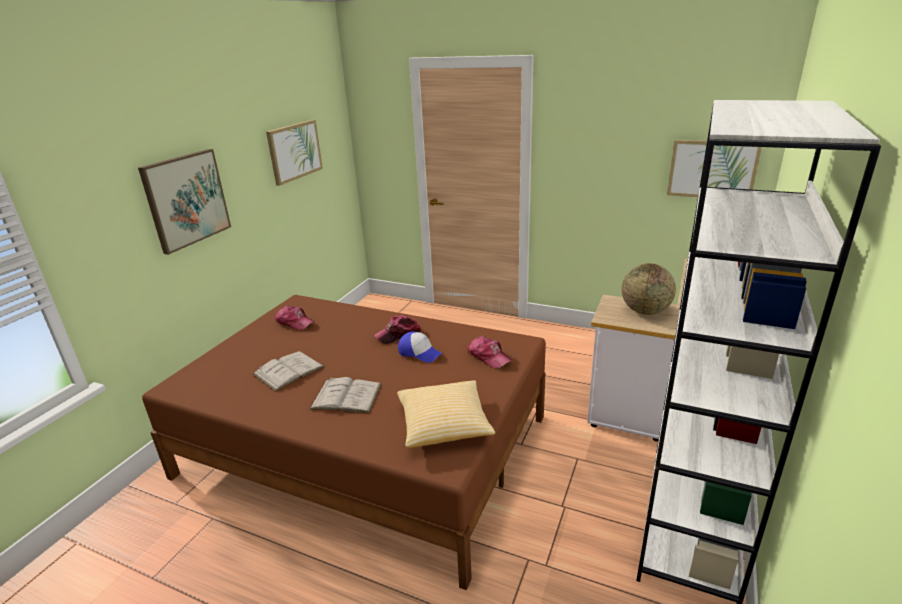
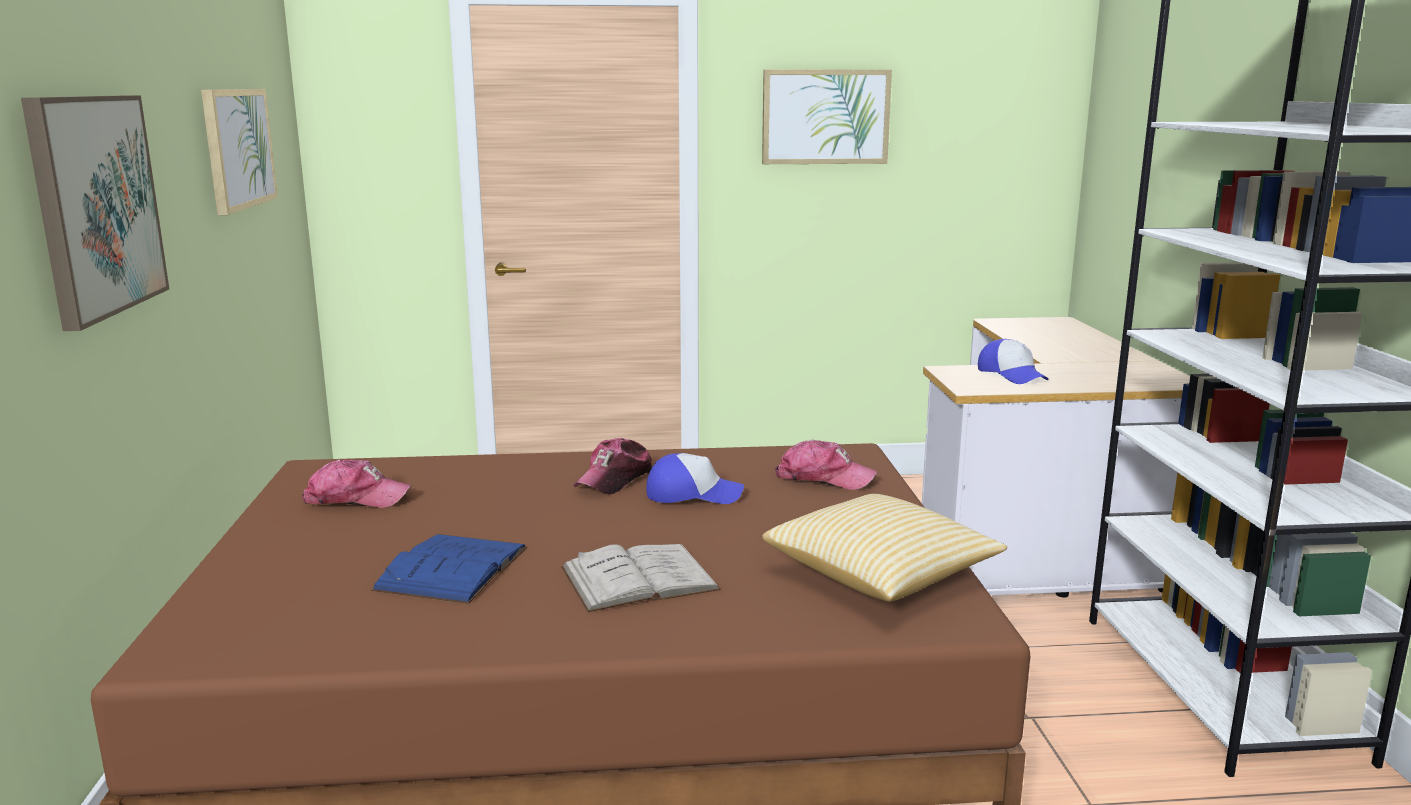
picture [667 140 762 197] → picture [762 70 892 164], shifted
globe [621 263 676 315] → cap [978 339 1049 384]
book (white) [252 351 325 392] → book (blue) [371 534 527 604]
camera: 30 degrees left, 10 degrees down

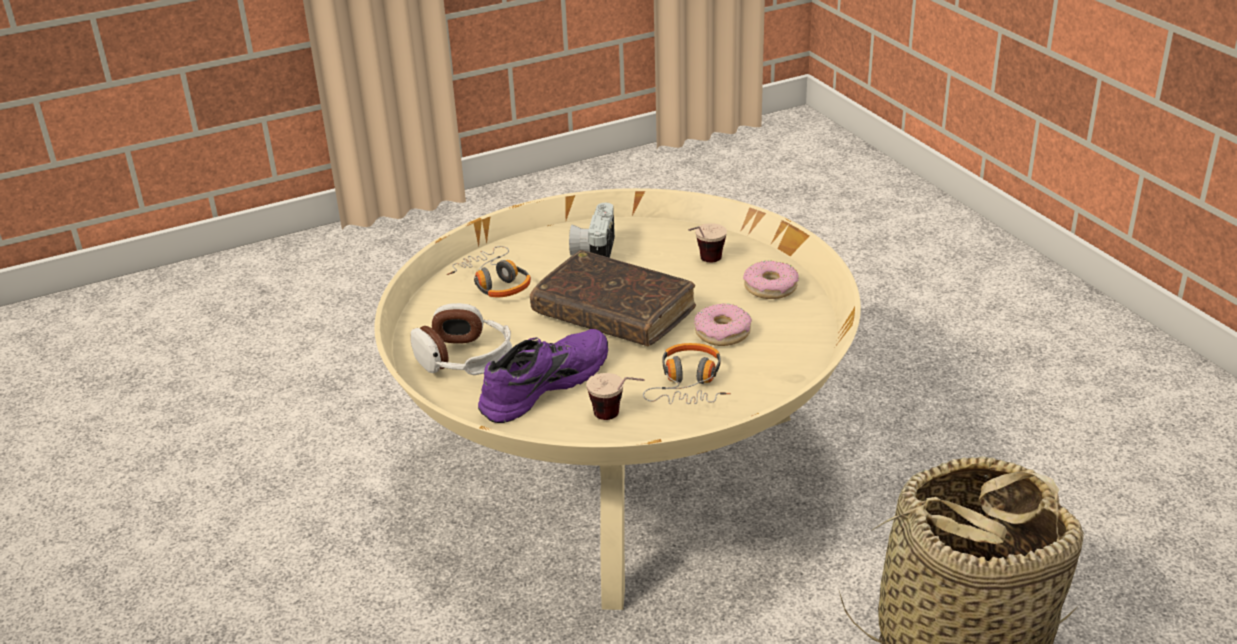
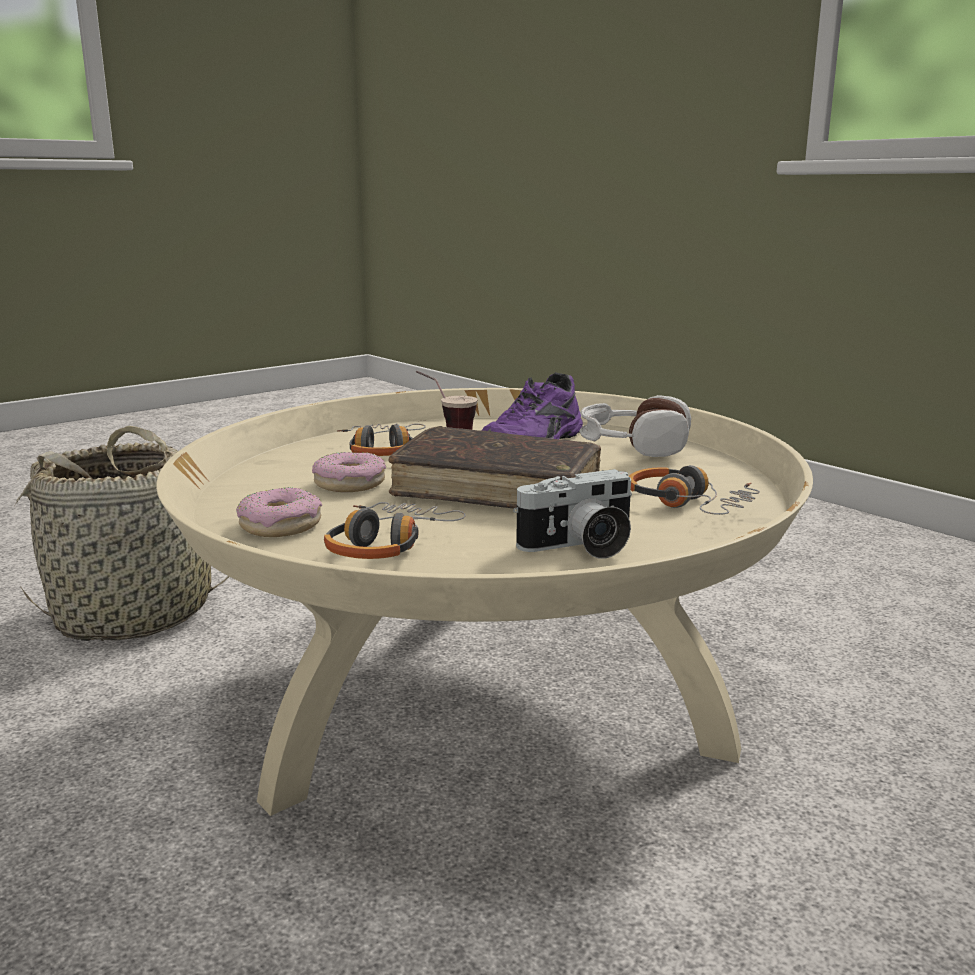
cup [688 223 727 263] → headphones [324 502 466 559]
photo camera [569 203 615 258] → photo camera [513 469 632 559], 75 degrees clockwise
camera: 165 degrees right, 15 degrees down

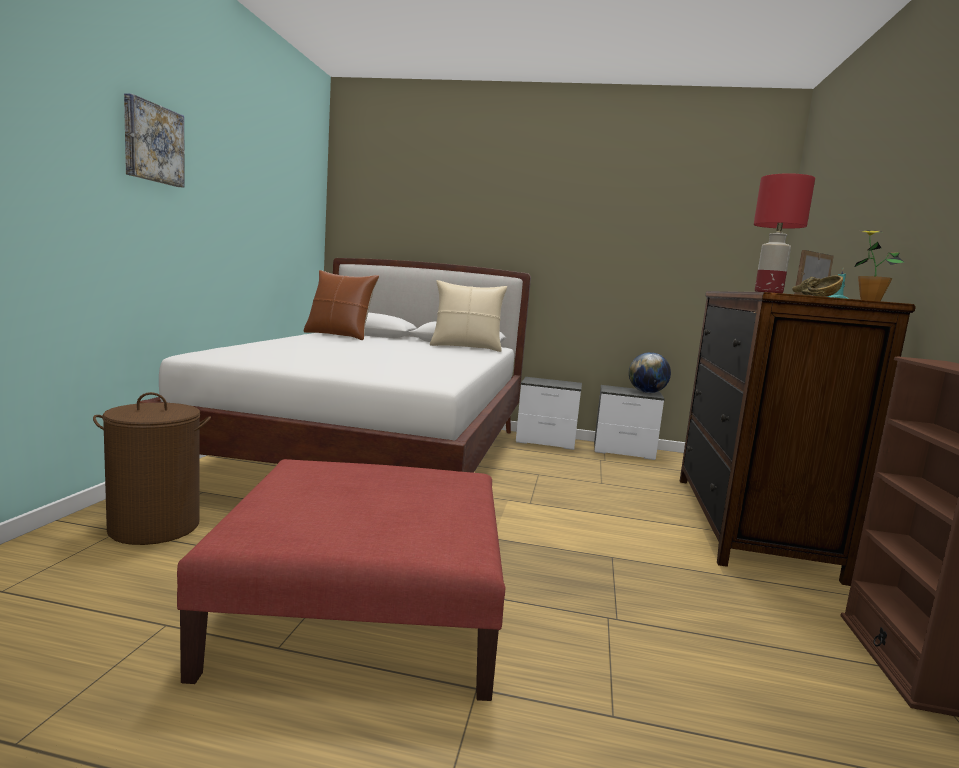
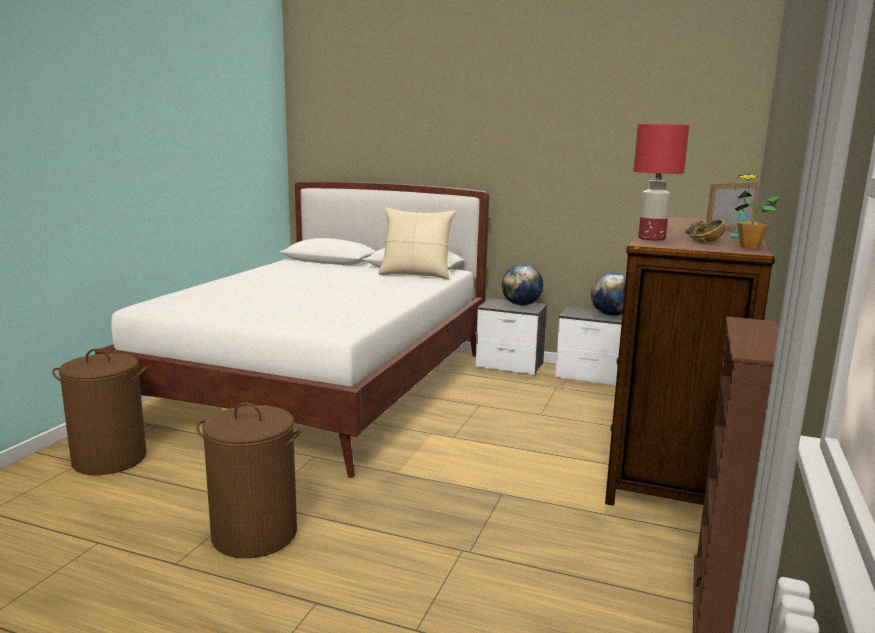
picture [124 93 185 188] → -
pillow (brown) [304 270 379 340] → -
- → globe [502 264 543 306]
ottoman (red) [177 459 505 701] → laundry basket (brown) [196 403 303 558]
camera: 10 degrees right, 5 degrees up

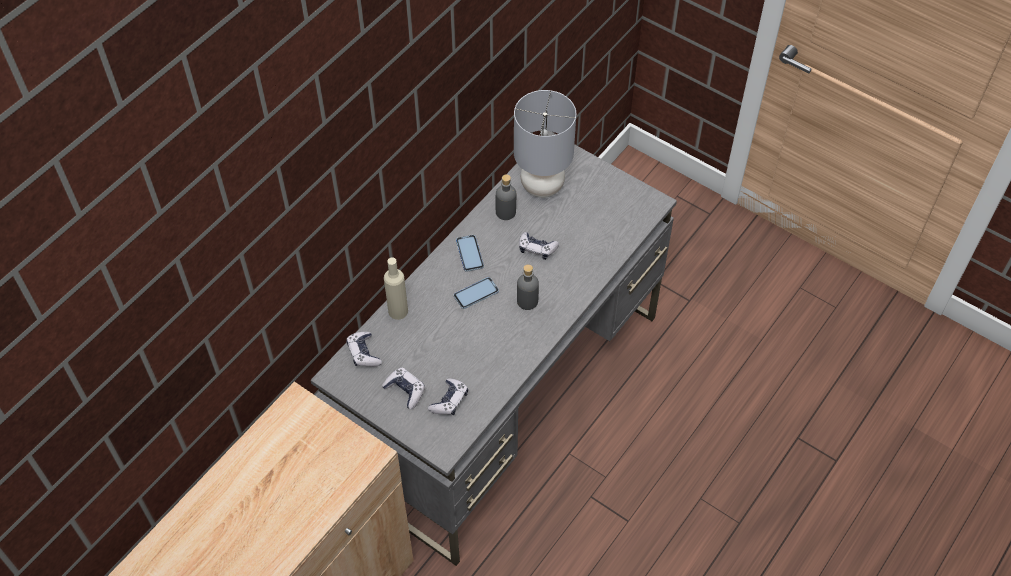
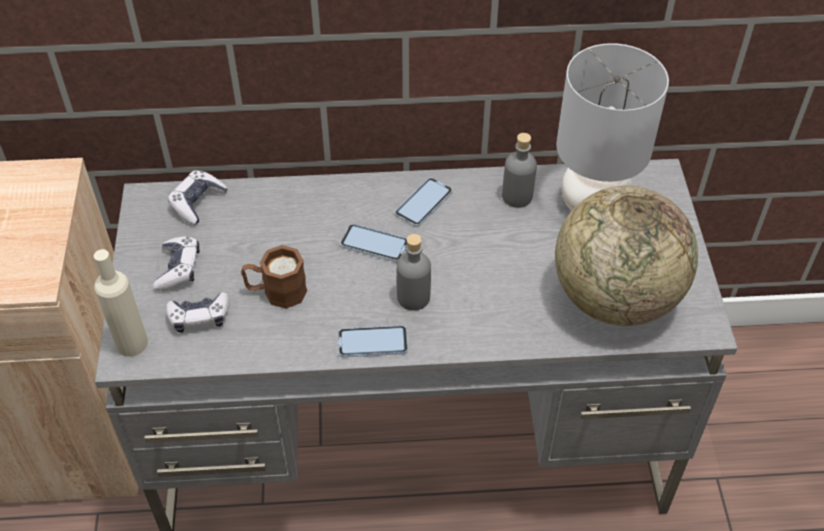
game controller [519 232 559 260] → -
- → mug (brown) [241 245 307 309]
- → phone [338 325 408 357]
- → globe [555 185 698 326]
bottle (beige) [384 258 408 320] → bottle (beige) [94 249 148 357], shifted
camera: 50 degrees right, 5 degrees down

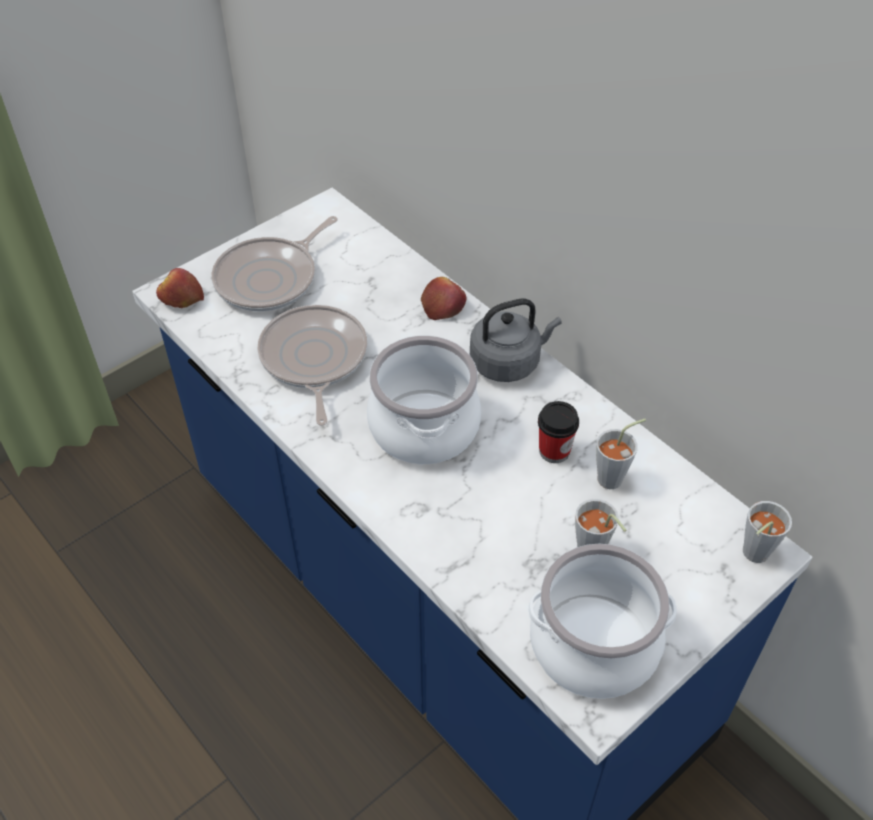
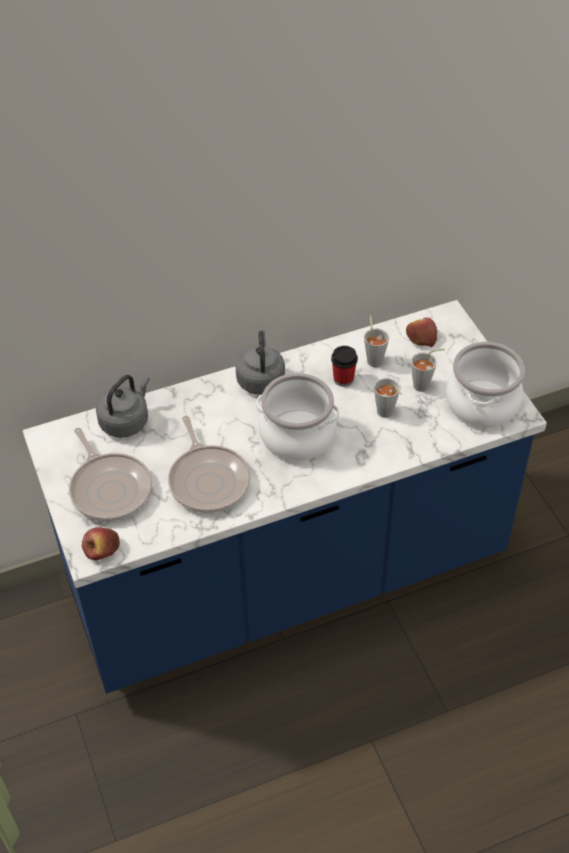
- → kettle (grey) [96 375 150 438]
apple [421 277 467 320] → apple [406 318 437 347], shifted
cup (grey) [743 501 792 563] → cup (grey) [374 378 402 418], shifted
frying pan [257 305 367 426] → frying pan [168 416 251 513], 120 degrees counterclockwise
camera: 70 degrees left, 0 degrees up

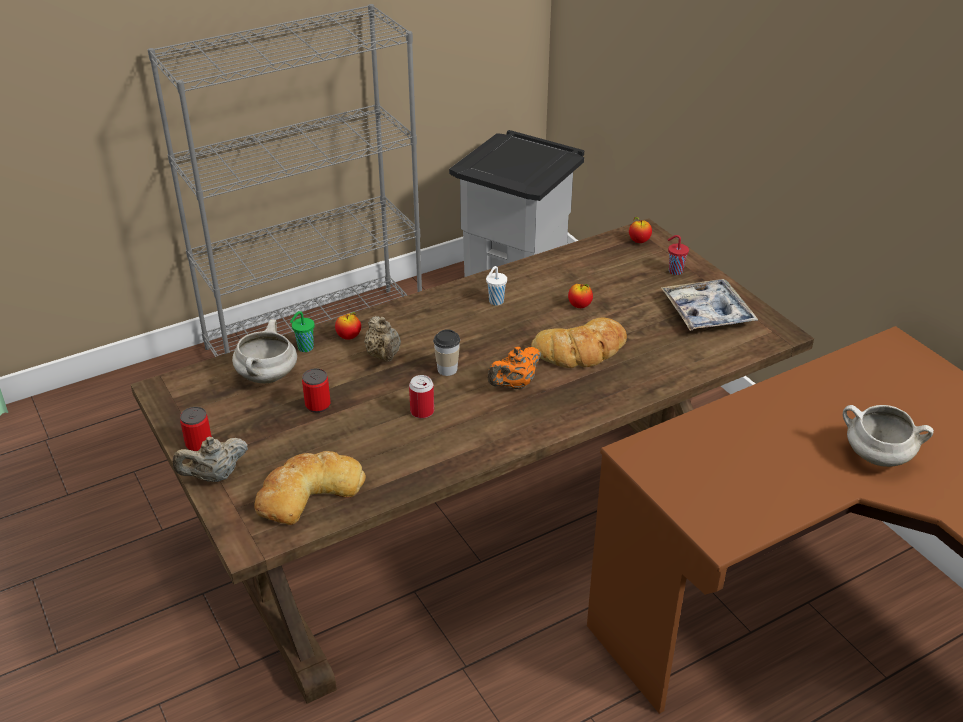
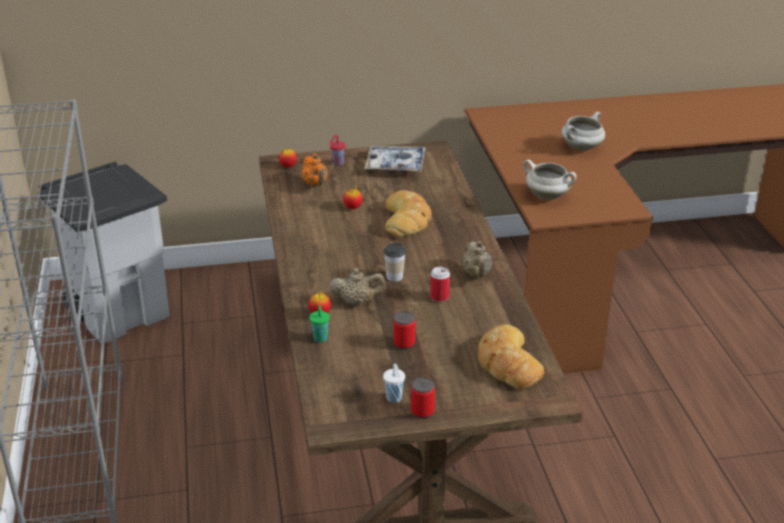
teapot (beige) [173 437 248 482] → teapot (beige) [462 241 492 278], shifted
cooking pot (white) [232 319 297 383] → cooking pot (white) [523 160 577 200], shifted
cup (white) [486 266 507 306] → cup (white) [383 364 405 403], shifted
teapot (orange) [487 347 541 389] → teapot (orange) [301 154 328 186], shifted
camera: 70 degrees left, 5 degrees down

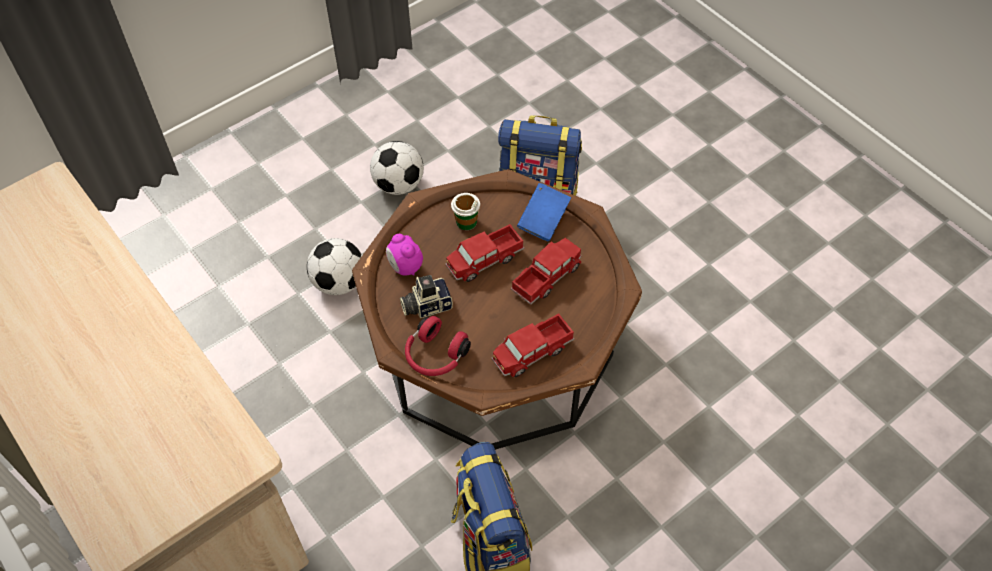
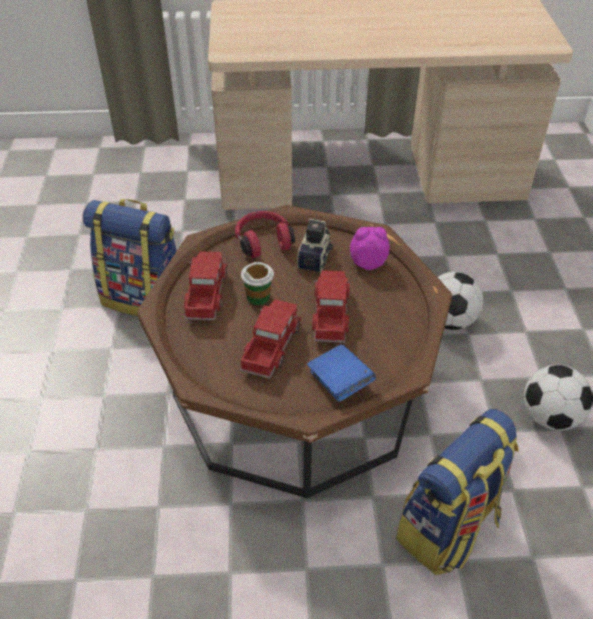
cup [451 193 480 230] → cup [241 262 274 305], shifted
toy truck [511 238 582 305] → toy truck [240 299 301 379], 150 degrees counterclockwise
camera: 125 degrees right, 10 degrees down

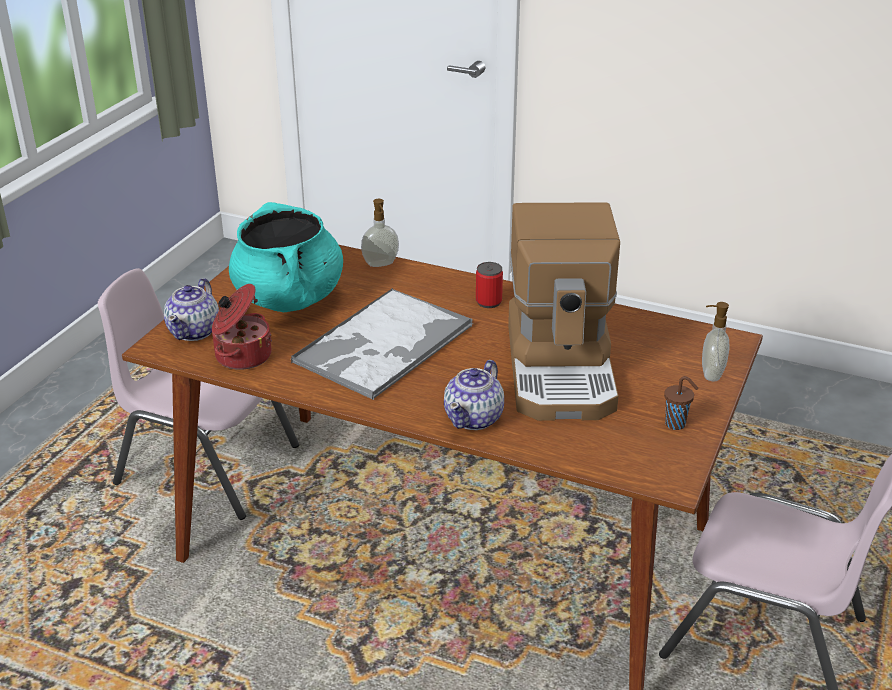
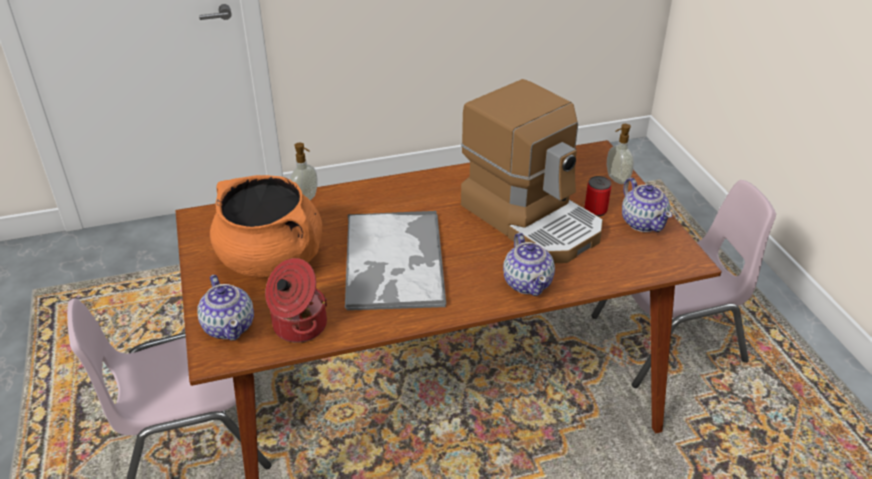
can [476 262 503 308] → can [585 176 611 217], shifted
cup (brown) [664 376 698 430] → teapot [622 178 672 232]
cooking pot (turquoise) [229 202 343 312] → cooking pot (orange) [210 175 322 277]
camera: 40 degrees left, 5 degrees up

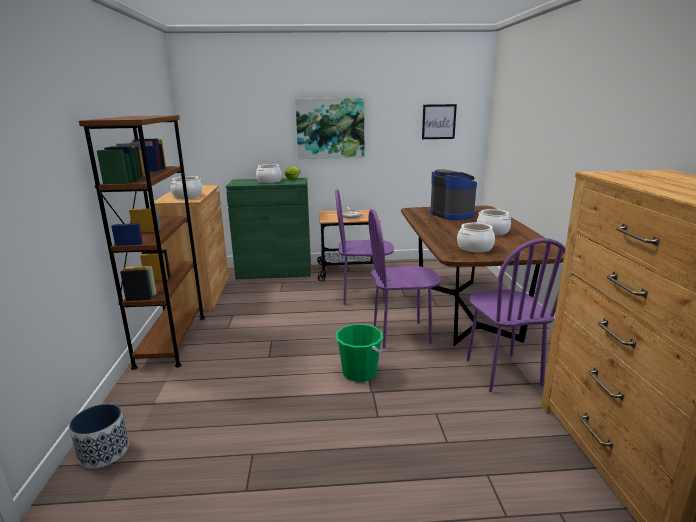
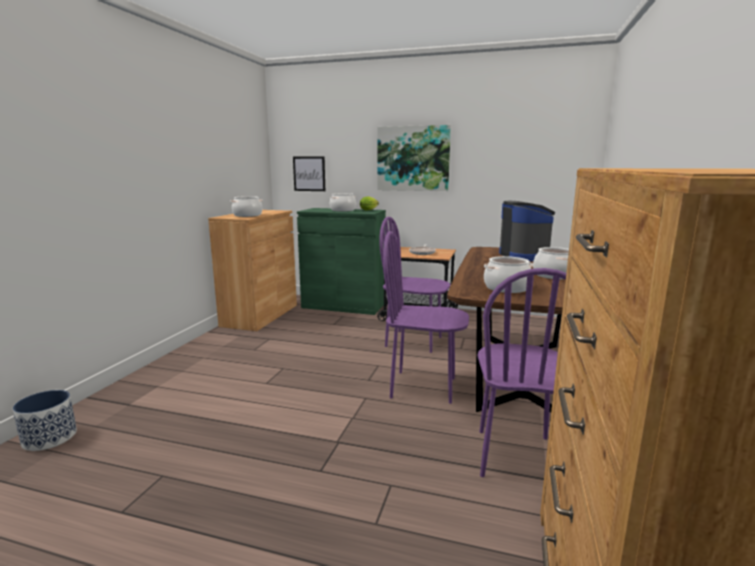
bookcase (brown) [79 115 205 370] → -
bucket (green) [336 324 383 382] → -
picture [422 104 457 139] → picture [293 156 325 191], shifted
camera: 20 degrees right, 5 degrees down

